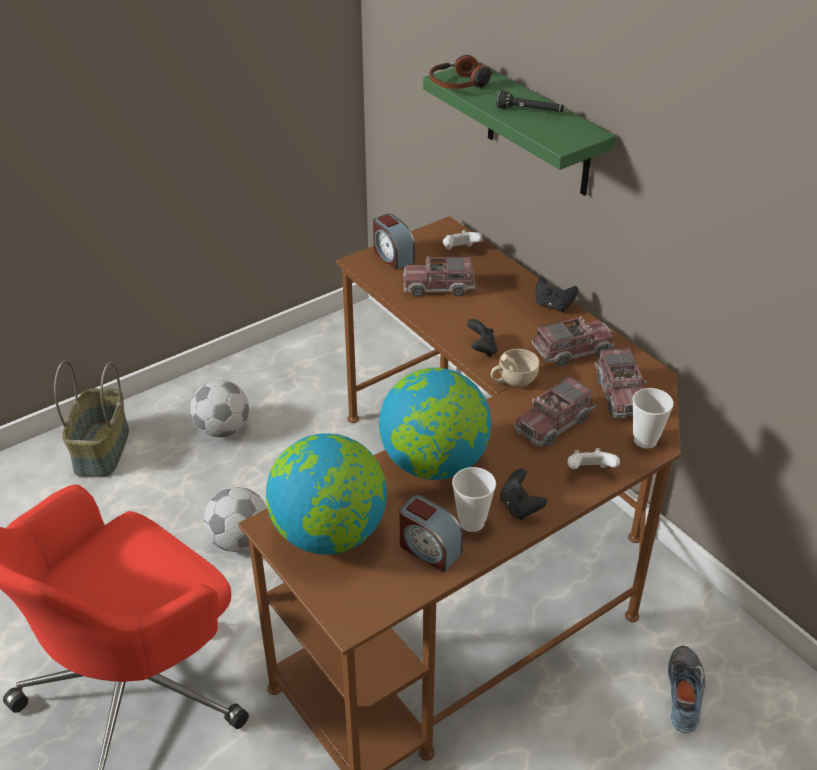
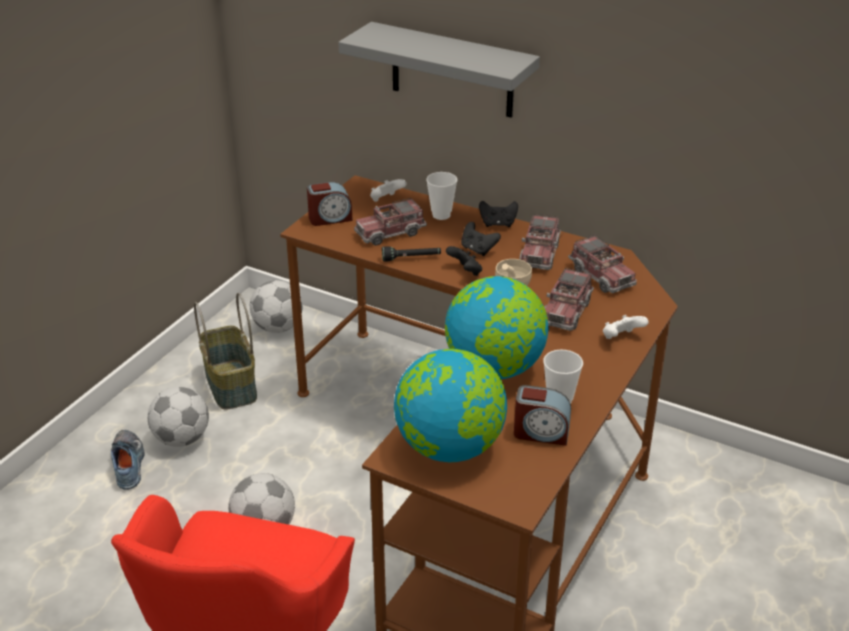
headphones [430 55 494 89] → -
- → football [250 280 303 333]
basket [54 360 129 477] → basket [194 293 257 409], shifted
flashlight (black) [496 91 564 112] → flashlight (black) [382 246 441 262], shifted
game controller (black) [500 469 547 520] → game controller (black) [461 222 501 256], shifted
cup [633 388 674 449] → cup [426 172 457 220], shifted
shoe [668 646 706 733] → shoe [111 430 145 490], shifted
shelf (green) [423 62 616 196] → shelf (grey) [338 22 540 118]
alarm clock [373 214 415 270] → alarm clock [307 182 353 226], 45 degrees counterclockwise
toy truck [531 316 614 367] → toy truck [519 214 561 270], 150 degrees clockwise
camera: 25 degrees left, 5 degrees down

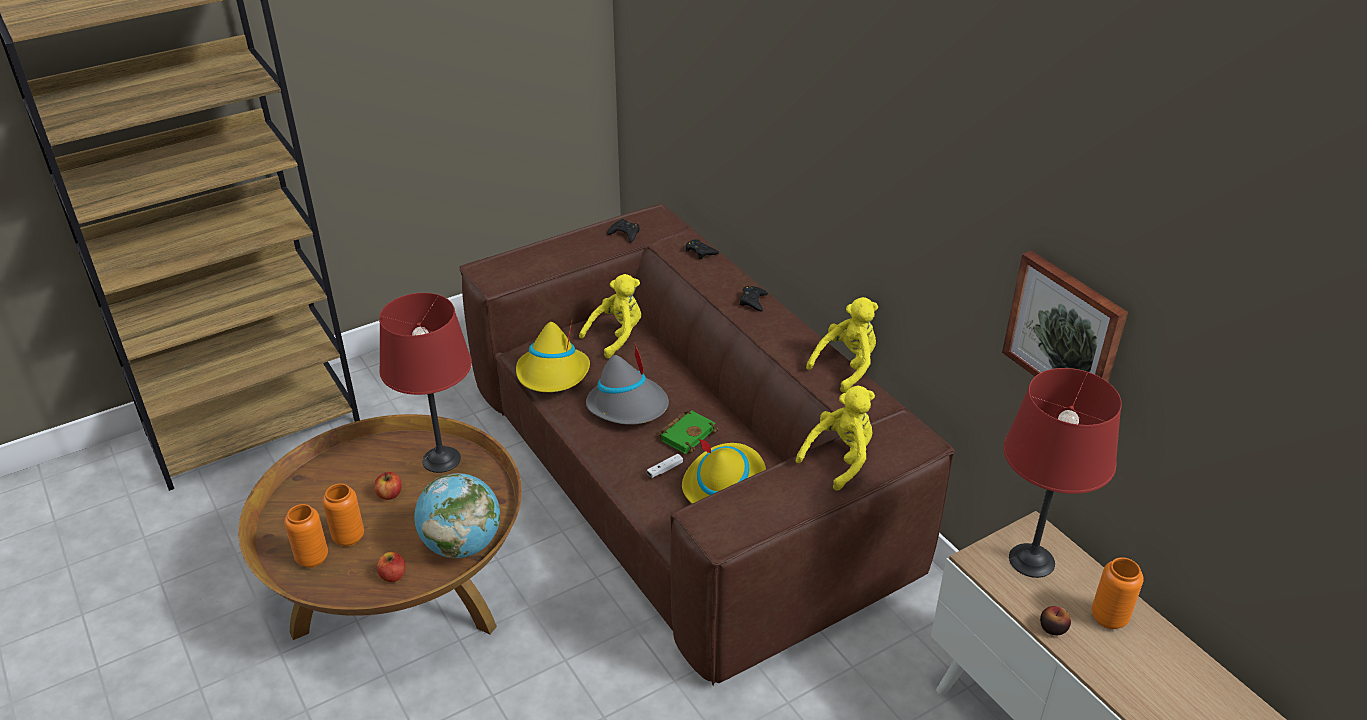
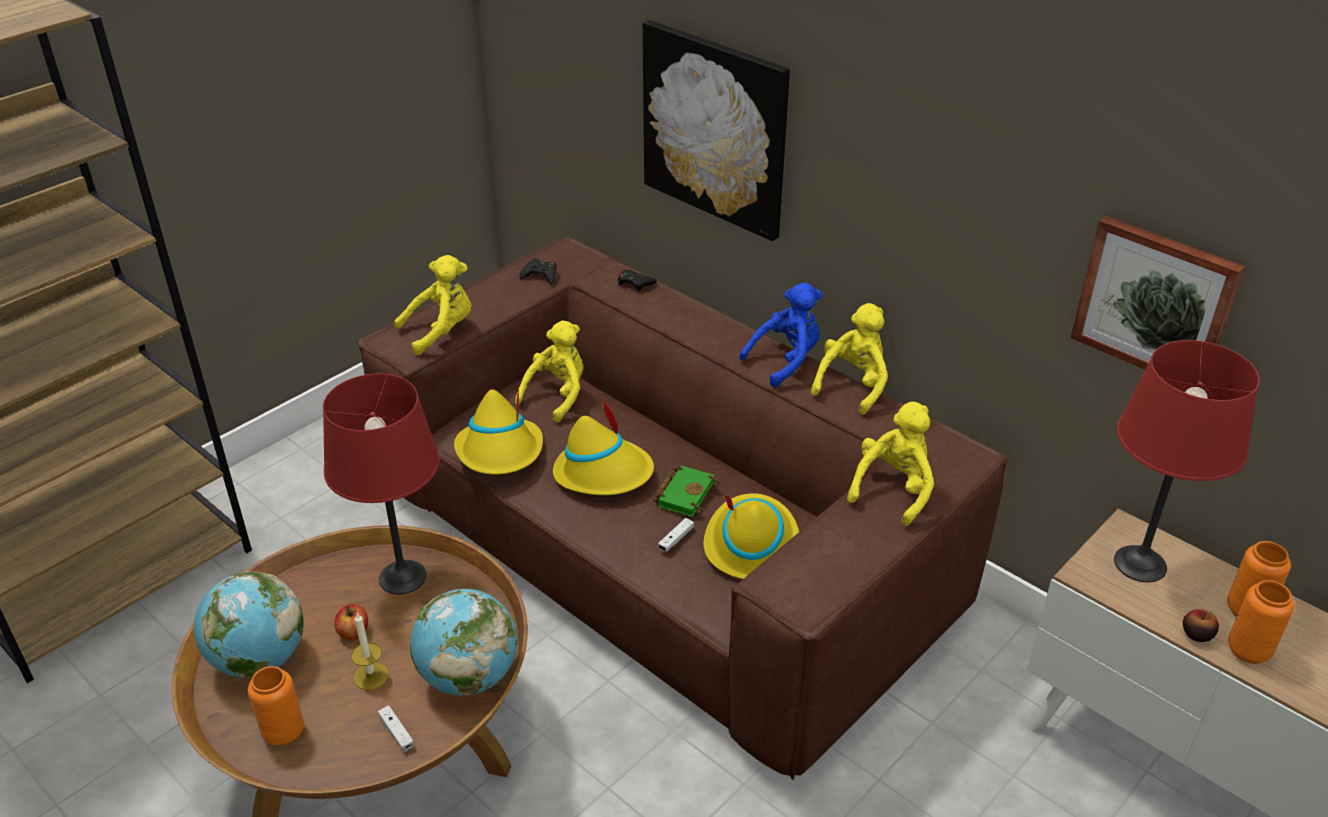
game controller (black) [740 286 768 311] → -
- → globe [194 572 304 678]
- → candle [351 613 389 690]
- → plush toy (yellow) [394 255 471 355]
- → picture [642 20 790 241]
- → plush toy (blue) [739 283 823 387]
vase (orange) [322 484 364 546] → vase (orange) [1228 580 1294 664], shifted
apple [377 552 405 582] → game controller (white) [378 705 414 752]
hat (grey) [586 342 669 425] → hat (yellow) [553 397 654 495]
camera: 15 degrees left, 0 degrees up

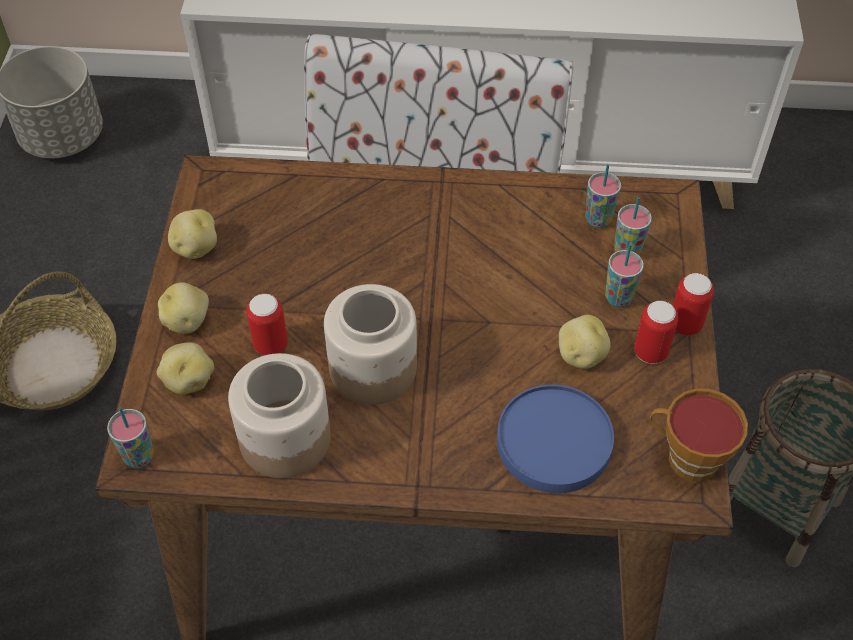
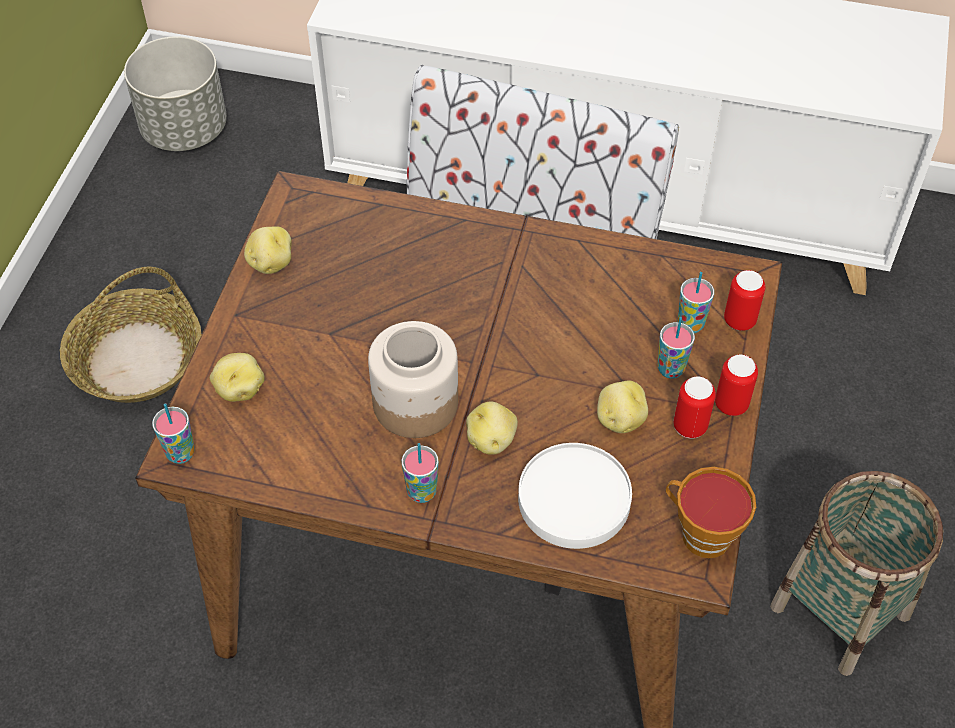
jar [228 353 331 478] → -
potato [158 282 209 334] → potato [466 401 518 455], shifted
can [246 294 288 355] → can [724 270 765 331], shifted
cup [586 164 621 228] → cup [402 443 439 503], shifted
plate (blue) [497 385 614 493] → plate (white) [518 443 632 549]
camera: 10 degrees right, 0 degrees up

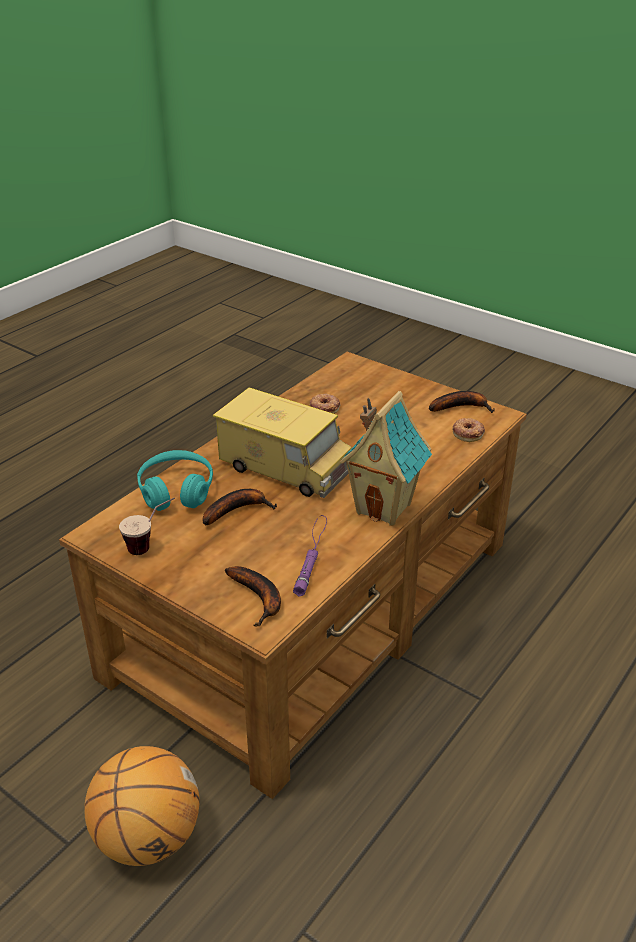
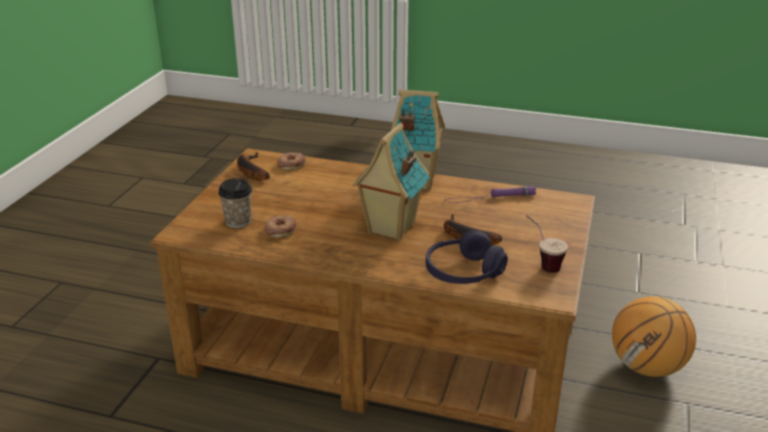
banana [224 566 281 626] → -
- → cup [218 178 252 228]
toy truck [213 387 352 498] → toy house [352 123 430 241]
headphones (turquoise) [137 450 213 511] → headphones (purple) [426 230 508 284]
camera: 110 degrees left, 5 degrees down

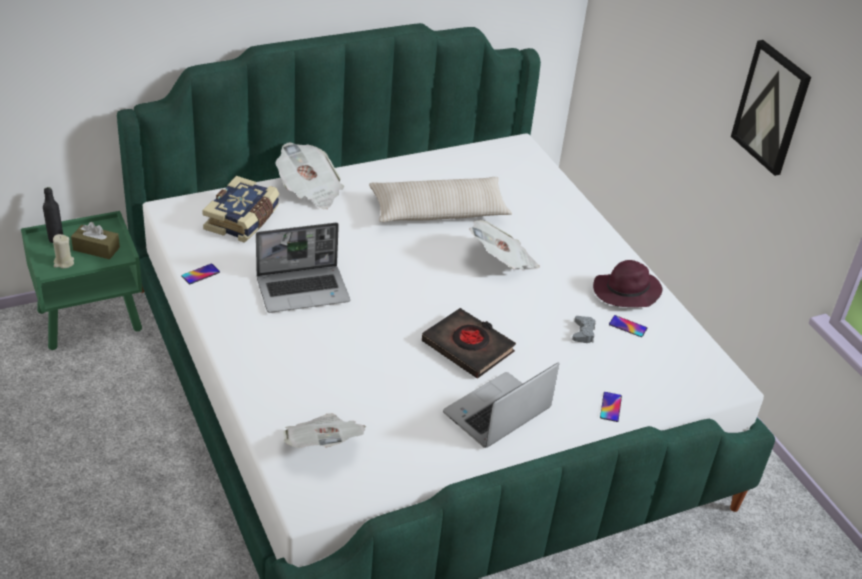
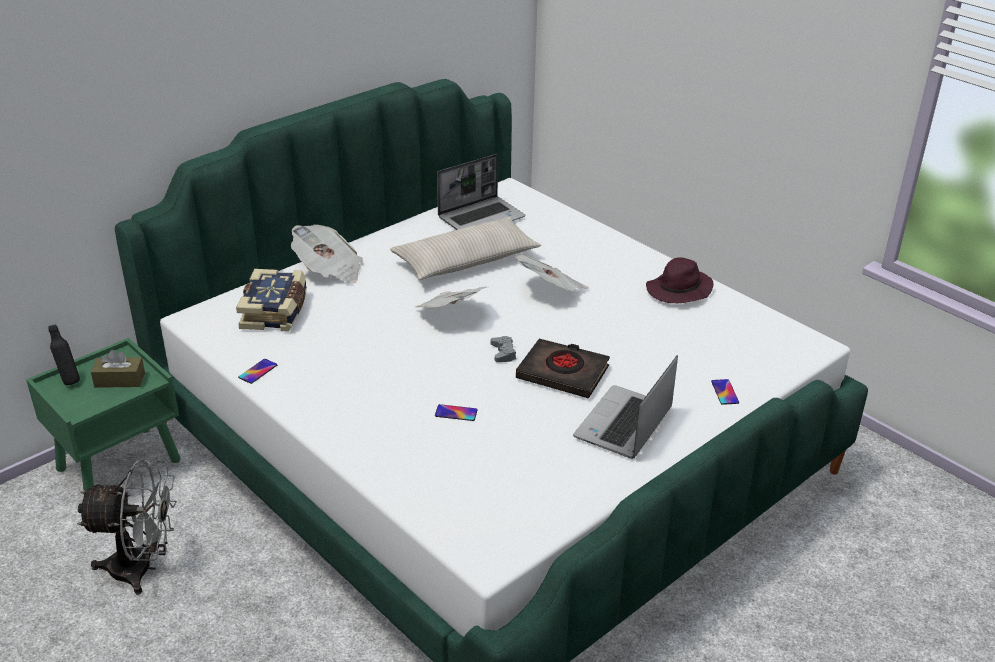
candle (beige) [53 234 74 268] → -
picture [731 40 811 176] → -
- → fan (grey) [77 460 177 595]
laptop [256 223 350 313] → laptop [437 154 525 230], shifted
newspaper [283 413 366 448] → newspaper [415 287 487 308], shifted
game controller (grey) [572 316 596 343] → game controller (grey) [490 336 516 362], shifted
phone [609 315 647 337] → phone [435 404 478 421], shifted
camera: 15 degrees left, 5 degrees down

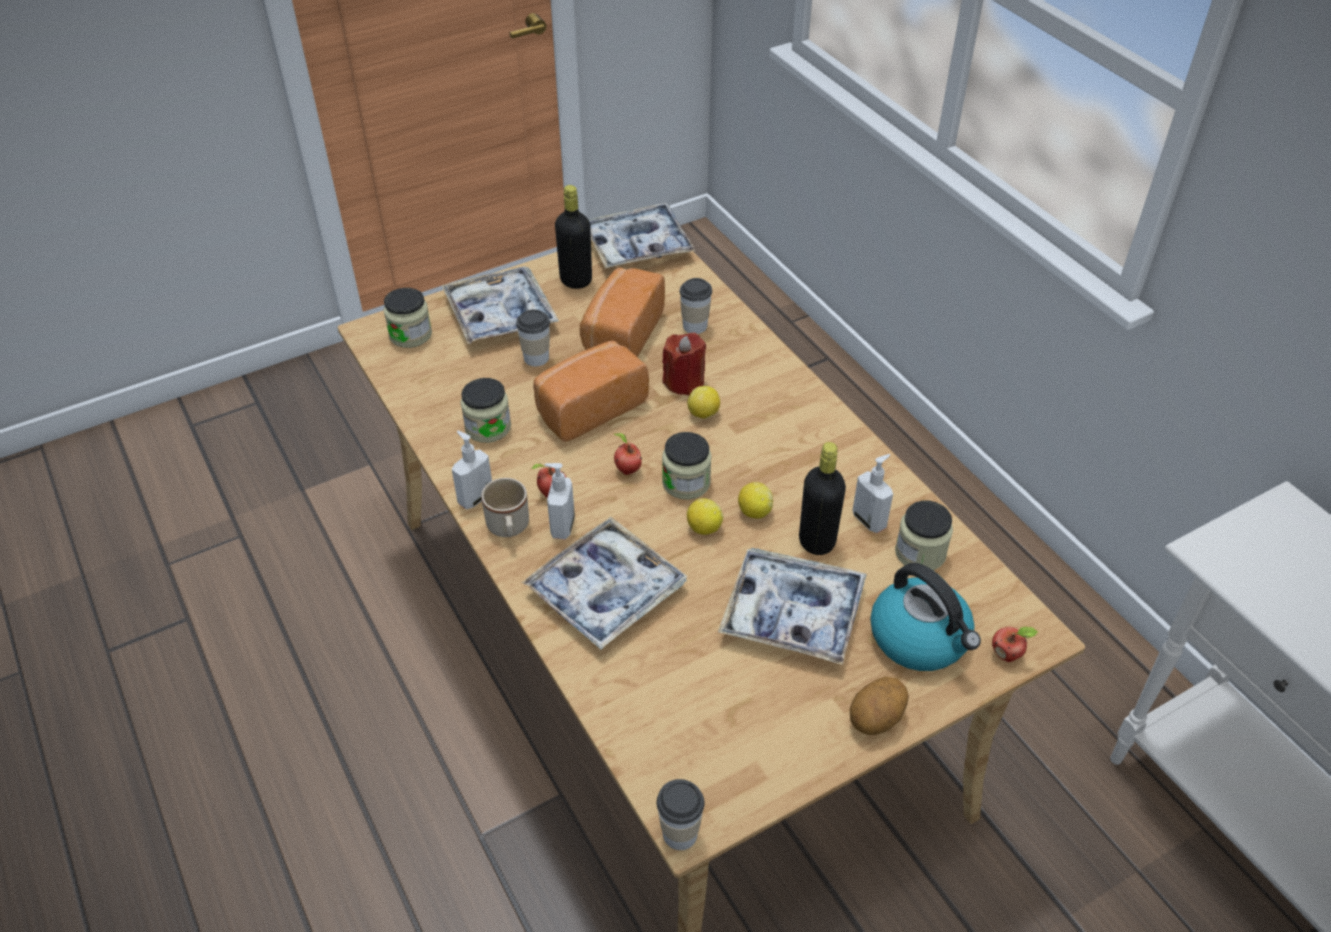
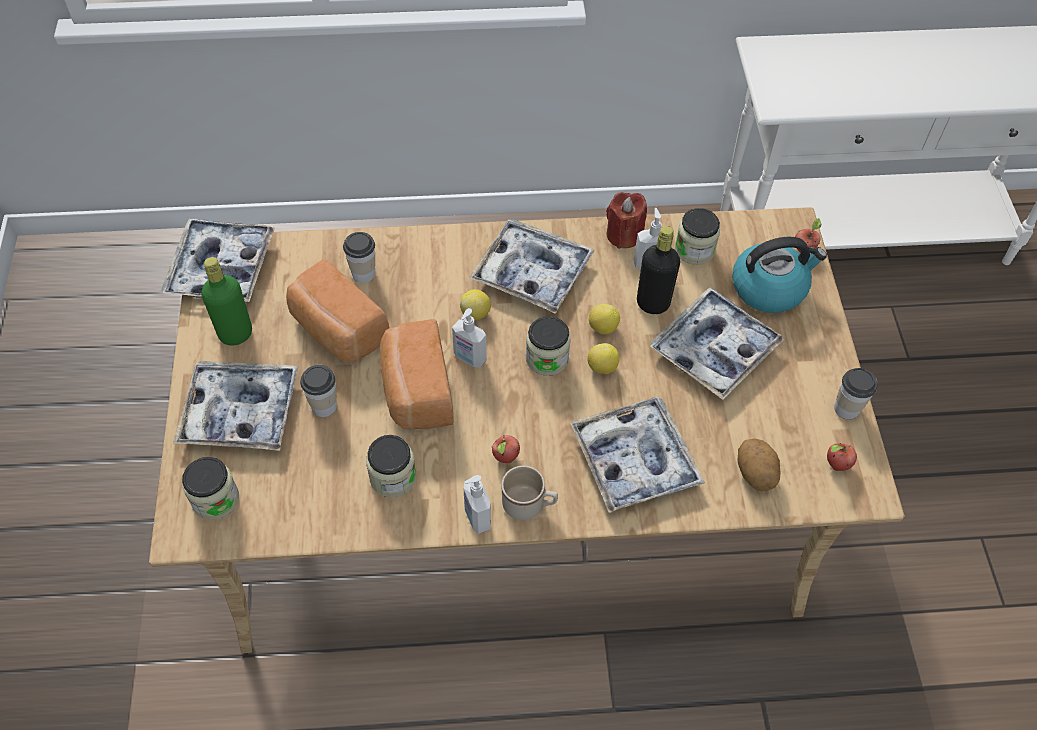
- → tray [468 219 595 314]
soap dispenser [544 463 575 539] → soap dispenser [452 308 487 368], shifted
apple [613 433 642 475] → apple [827 443 857 471], shifted
cup [657 779 704 850] → cup [834 368 878 419], shifted
candle (red) [662 333 706 396] → candle (red) [606 192 647 249], shifted
potato [850 677 909 735] → potato [737 439 781 491], shifted
bottle (black) [555 185 592 289] → bottle (green) [201 257 252 346]
camera: 65 degrees left, 10 degrees up

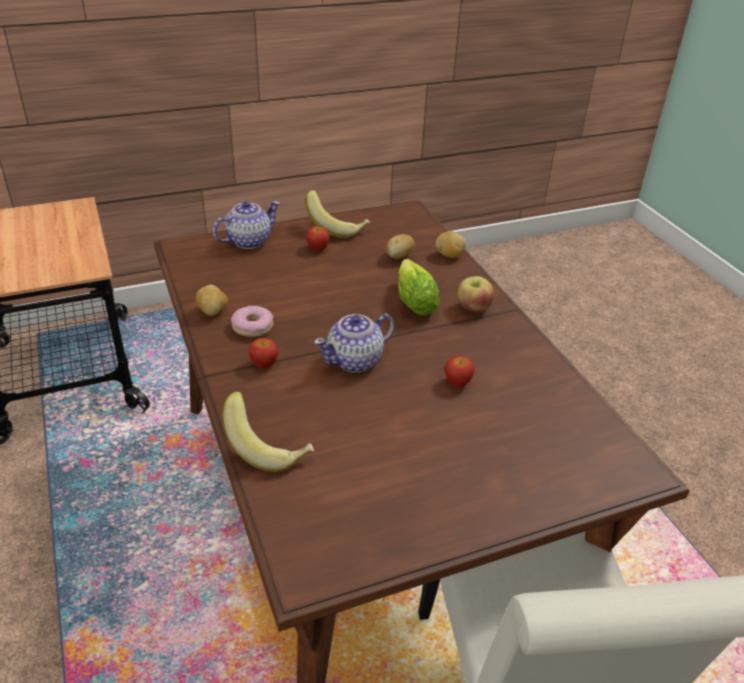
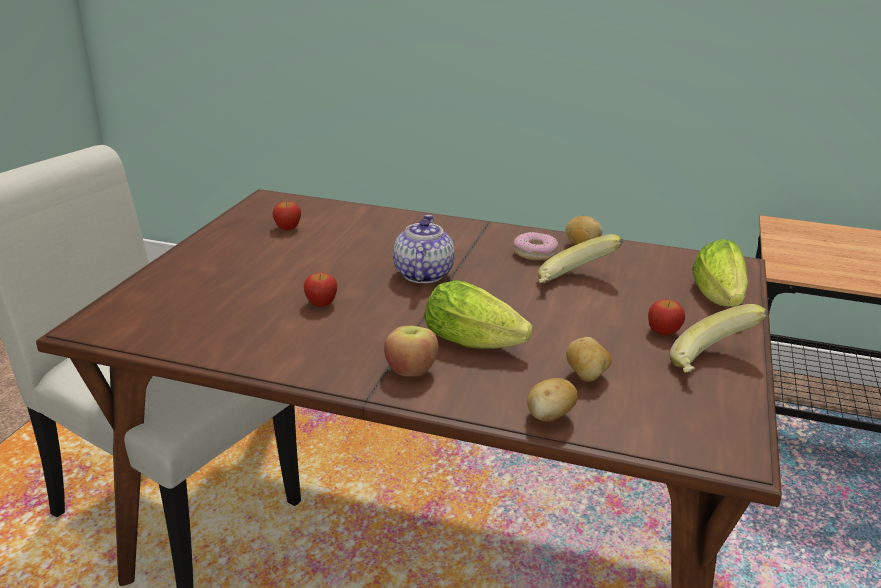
banana [223 391 314 472] → banana [538 234 623 283], shifted
apple [248 338 279 368] → apple [272 202 301 230], shifted
teapot [213 201 280 249] → lettuce [692 239 748 307]
camera: 130 degrees right, 10 degrees down

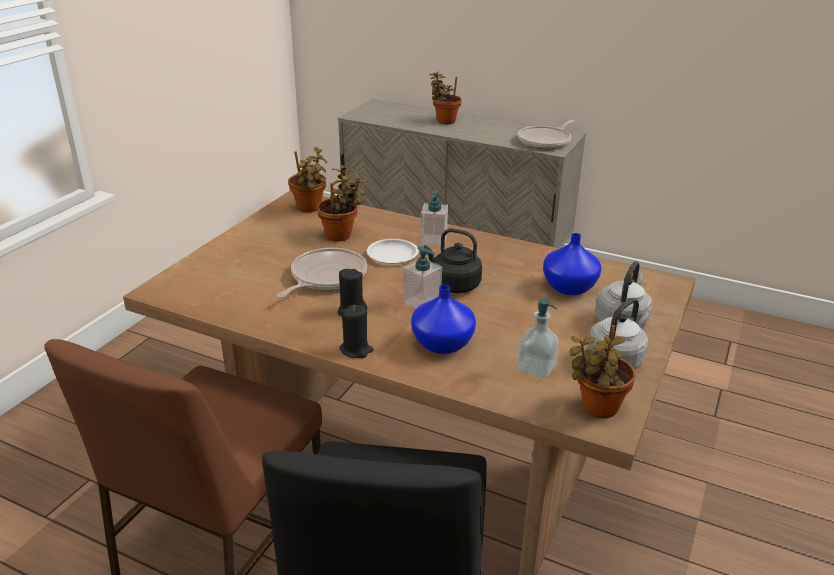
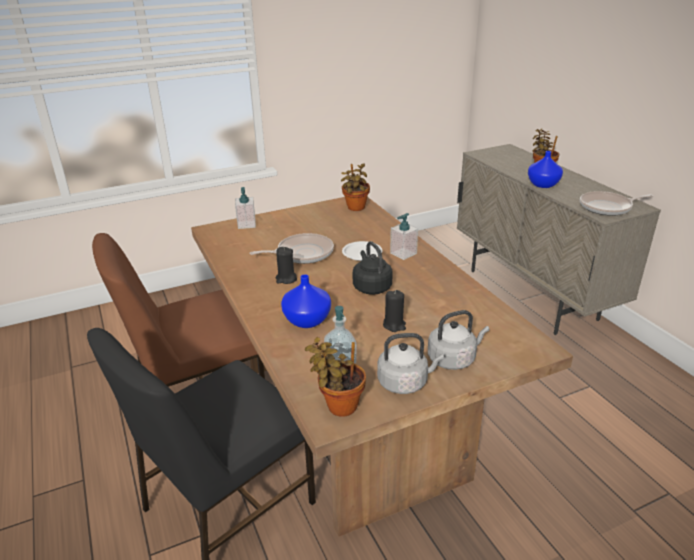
potted plant [317 165 367 241] → -
candle (black) [340 305 373 358] → candle (black) [383 290 406 332], shifted
soap dispenser [403 246 442 308] → soap dispenser [235 187 256 229], shifted
vase (blue) [543 233 601 295] → vase (blue) [528 151 563 188], shifted
camera: 40 degrees right, 0 degrees up

